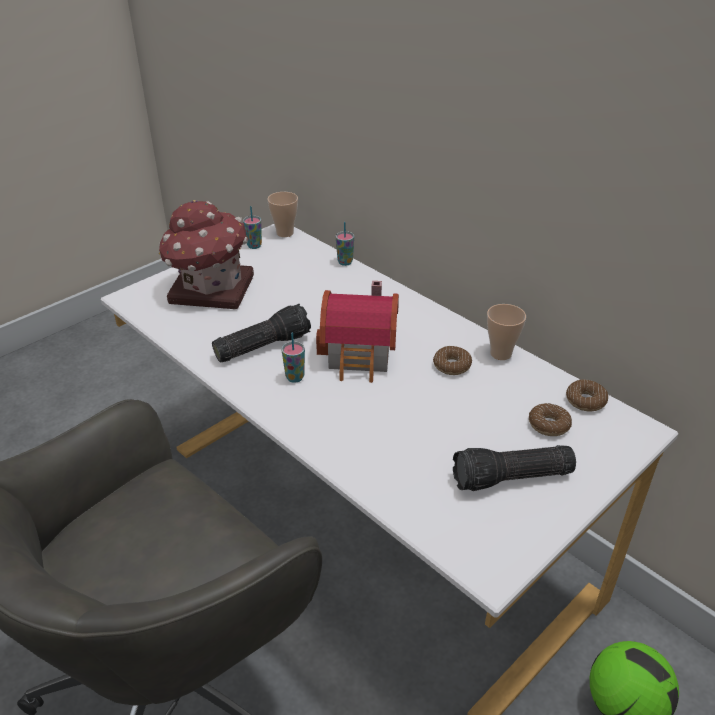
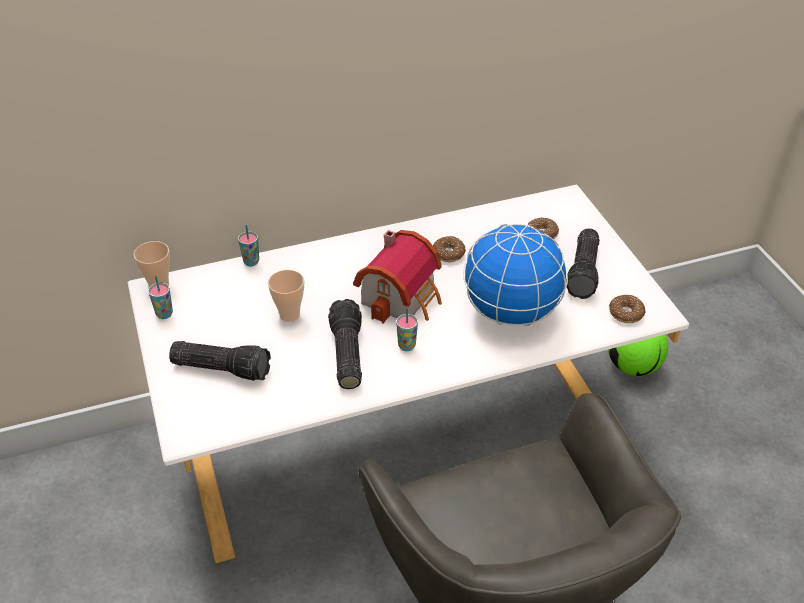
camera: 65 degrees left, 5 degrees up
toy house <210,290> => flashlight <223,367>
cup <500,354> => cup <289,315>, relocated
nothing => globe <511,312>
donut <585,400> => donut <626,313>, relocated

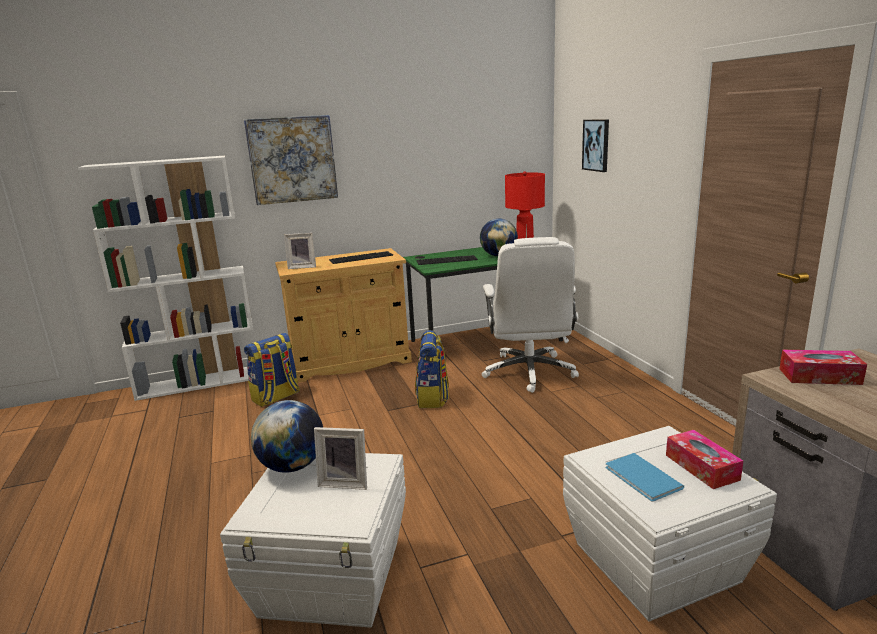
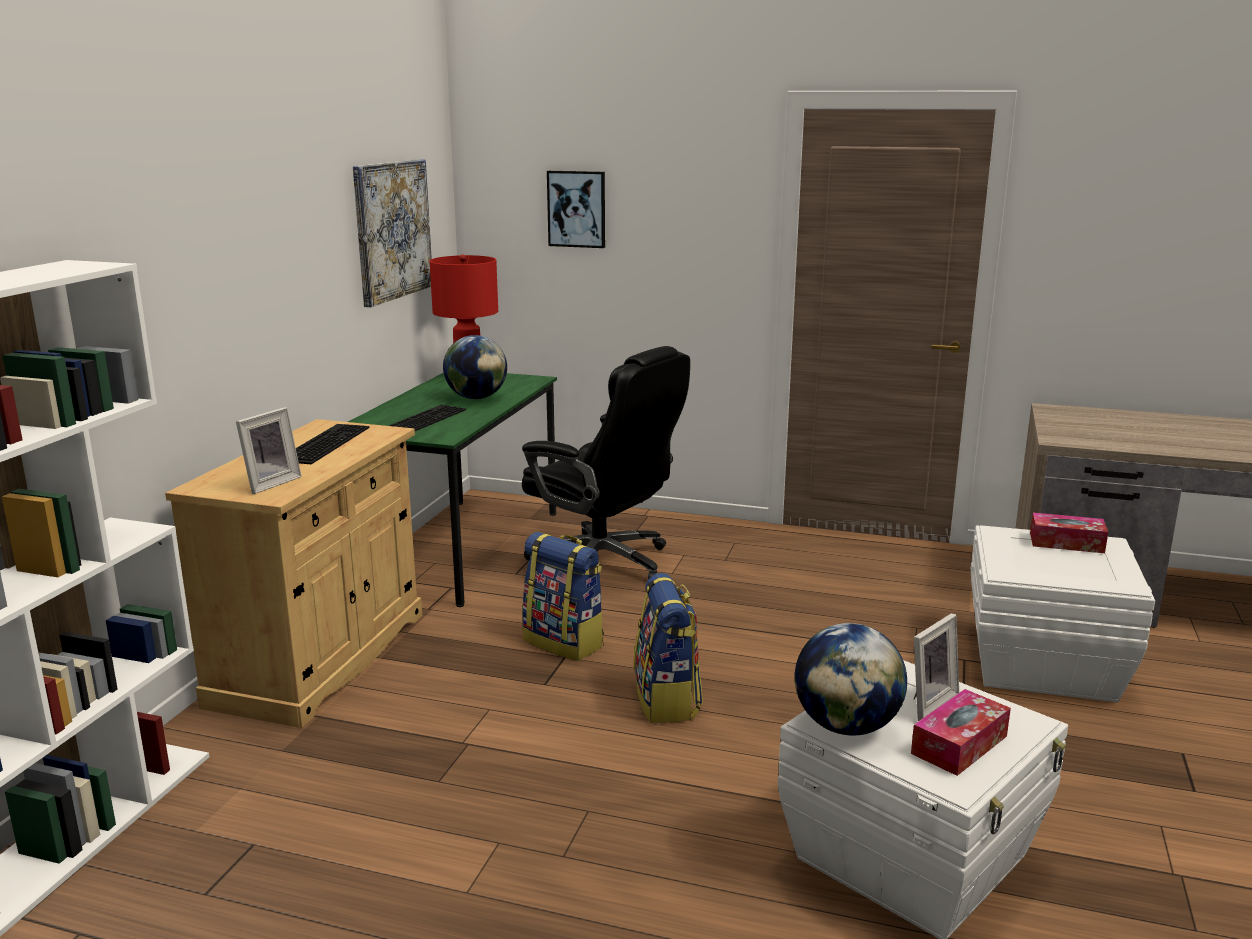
camera: 55 degrees left, 0 degrees up
picture <292,159> => picture <392,230>, relocated
office chair (white) <529,372> => office chair (black) <603,563>
backpack <276,397> => backpack <667,701>, relocated
tissue box <819,376> => tissue box <959,745>, relocated
book (blue) <642,479> => nothing

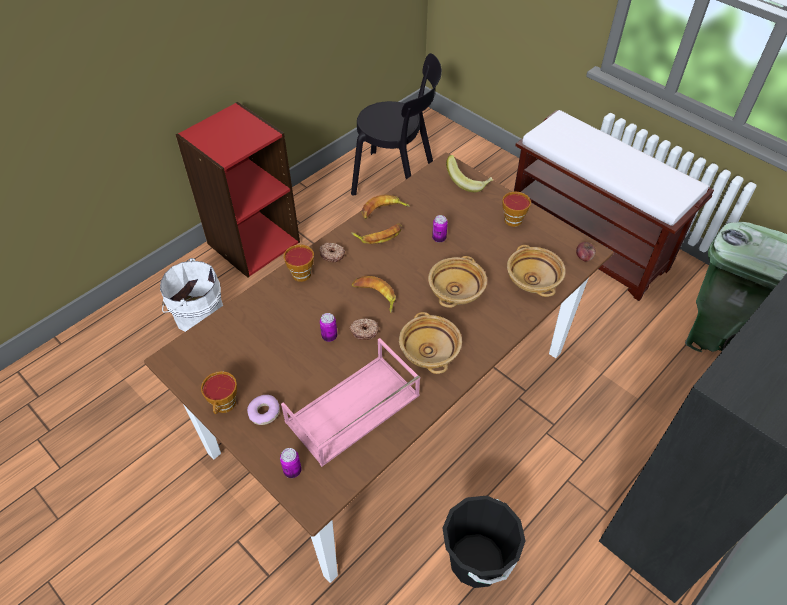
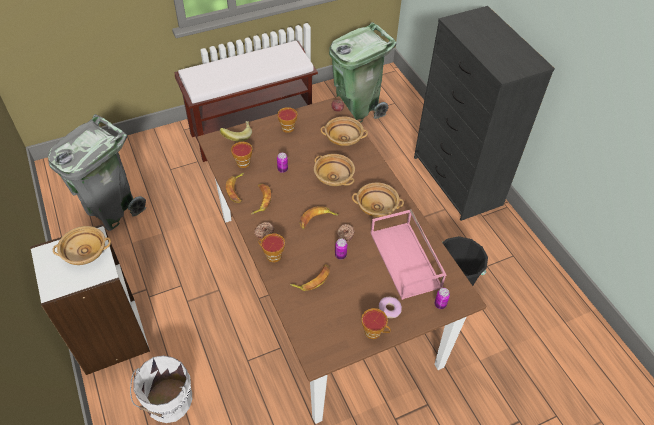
camera: 70 degrees left, 0 degrees up
bookcase (red) <253,242> => bookcase (white) <110,336>
chair (black) <397,180> => trash can (grey) <111,210>
nothing => bowl (beige) <85,253>
nothing => cup <243,161>
nothing => banana <312,280>

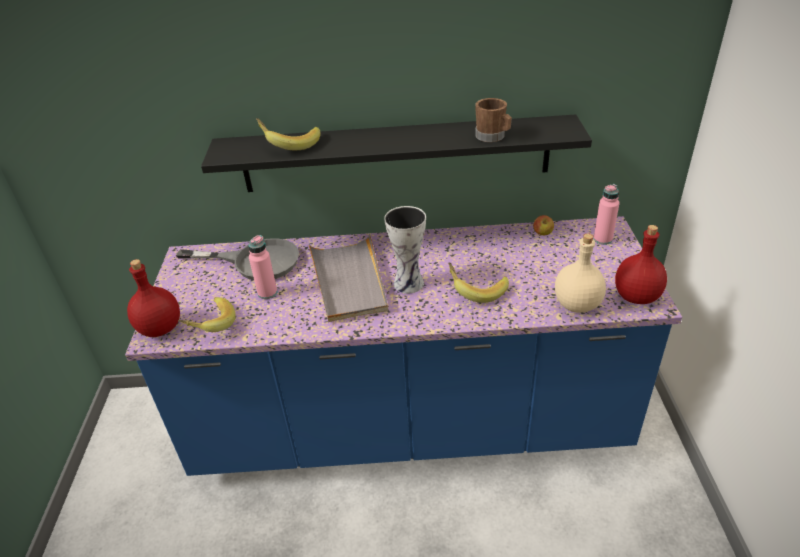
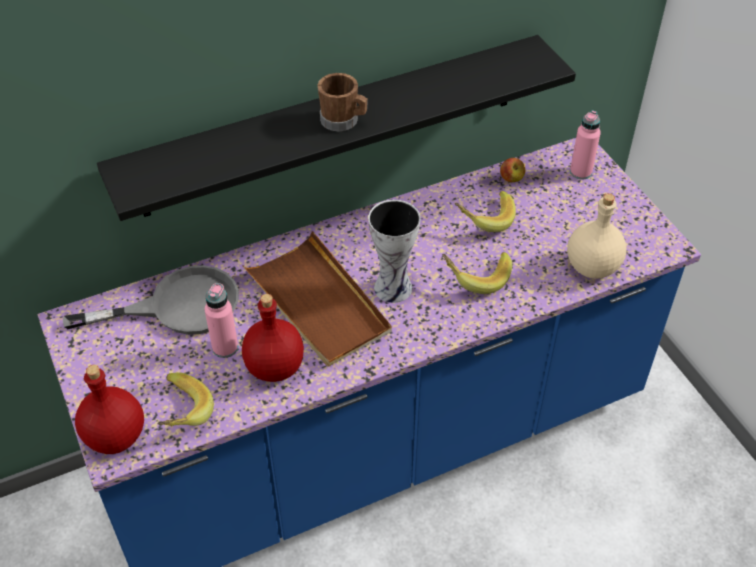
camera: 25 degrees left, 10 degrees up
tray (grey) <349,281> => tray (brown) <318,303>
bottle (red) <637,296> => bottle (red) <275,366>, relocated
mug (brown) <493,137> => mug (brown) <343,121>, relocated
banana <290,144> => banana <483,219>, relocated

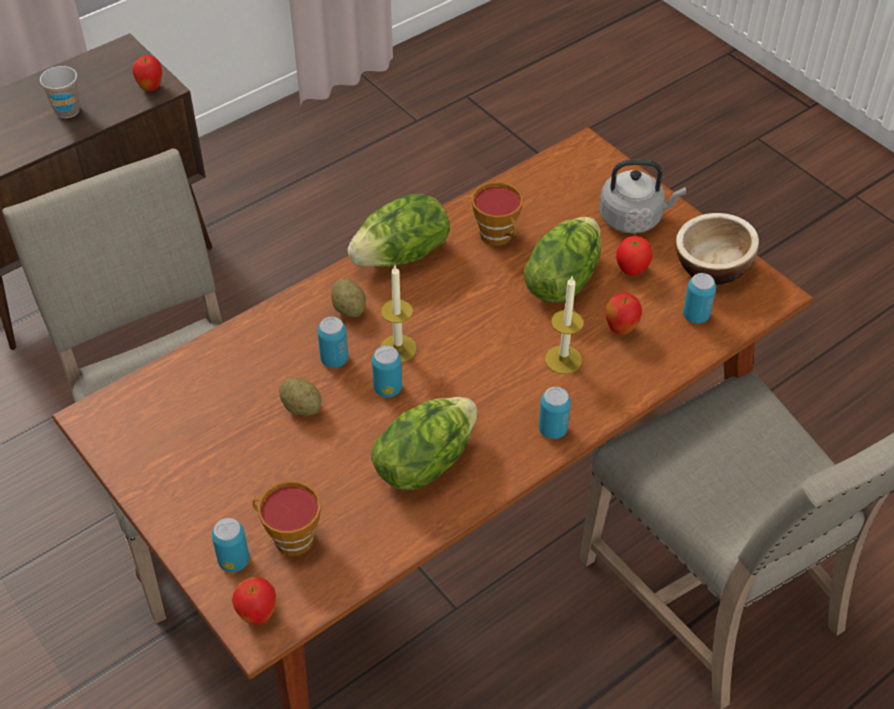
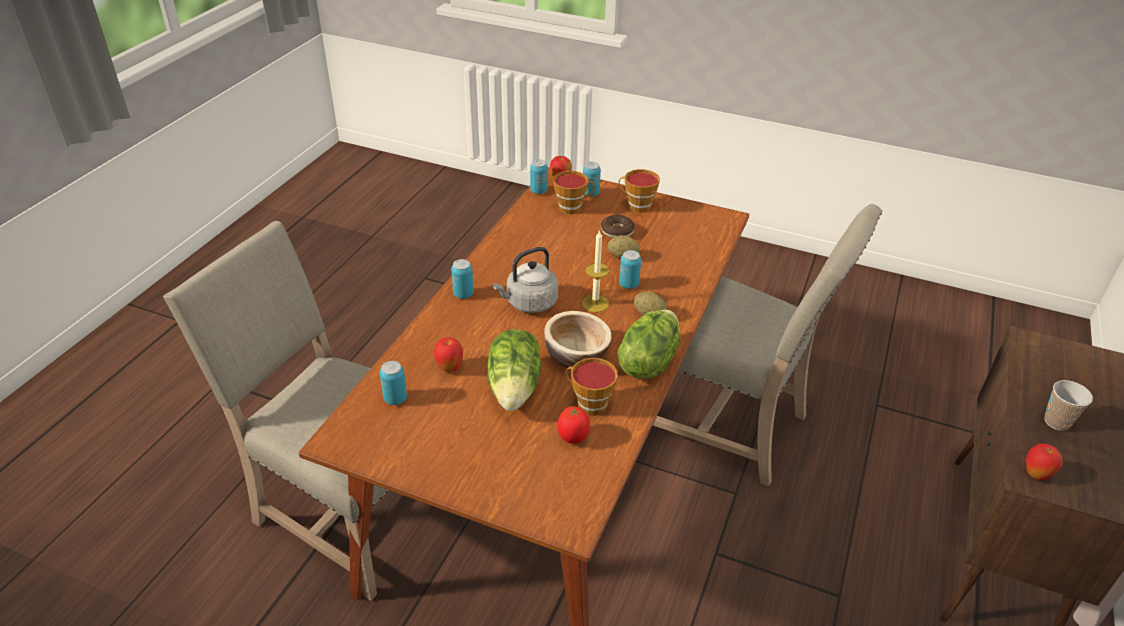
camera: 150 degrees right, 10 degrees down
kettle (grey) <634,218> => kettle (grey) <529,303>, relocated
can <387,388> => can <538,191>, relocated
bowl <712,266> => bowl <576,355>, relocated
tomato <631,270> => tomato <573,438>, relocated
nothing => donut <617,232>
nothing => cup <636,206>
lettuce <424,461> => nothing
candle <563,359> => nothing

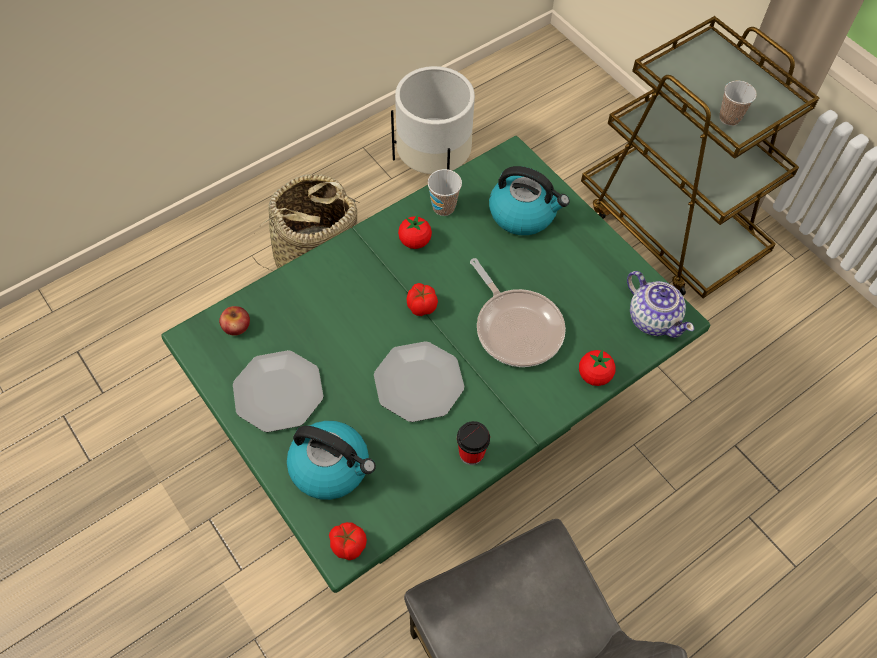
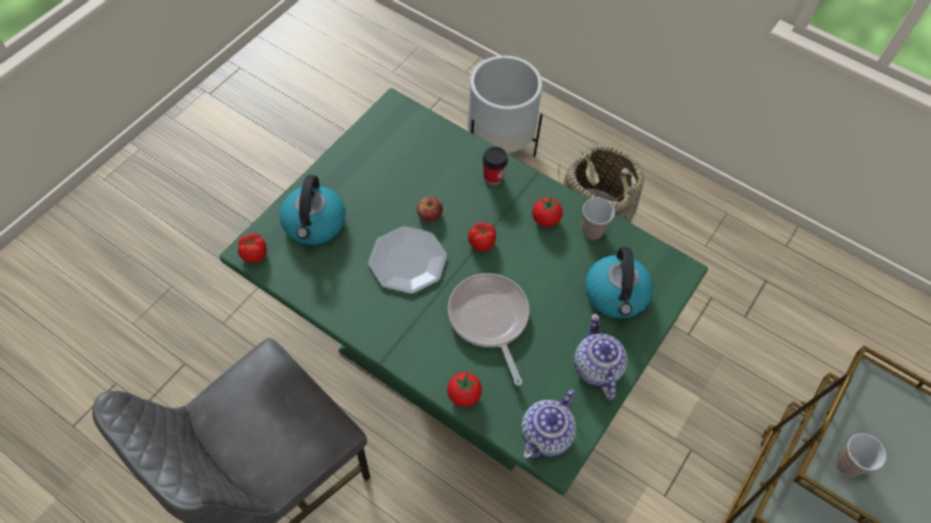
camera: 70 degrees right, 0 degrees up
apple <236,326> => apple <429,214>, relocated
frying pan <516,327> => frying pan <489,319>, 120 degrees clockwise
planter (white) <433,166> => planter (white) <499,144>, relocated
cup <471,453> => cup <493,177>, relocated
nothing => teapot <596,368>
plate <278,392> => nothing

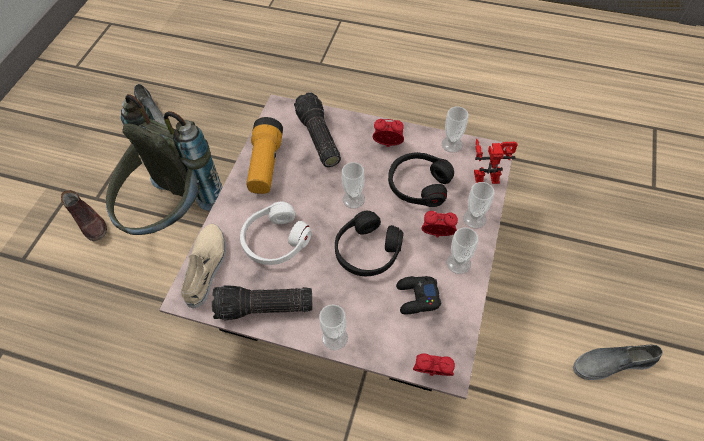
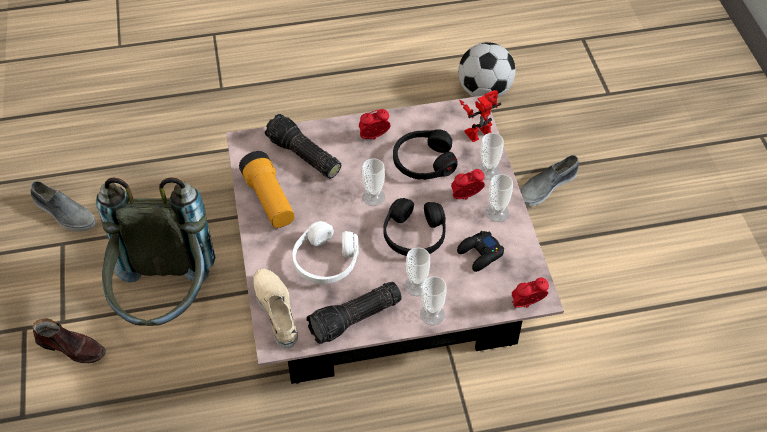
camera: 30 degrees left, 5 degrees down
cup <452,144> => cup <416,286>, relocated
nothing => football <484,91>
shoe (grey) <612,363> => shoe (grey) <546,186>, relocated

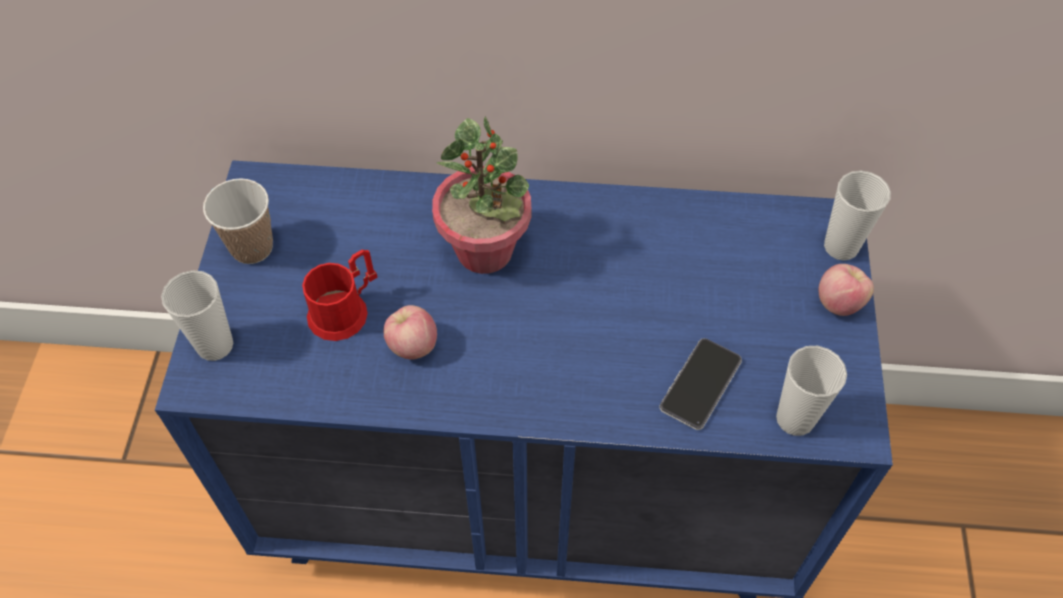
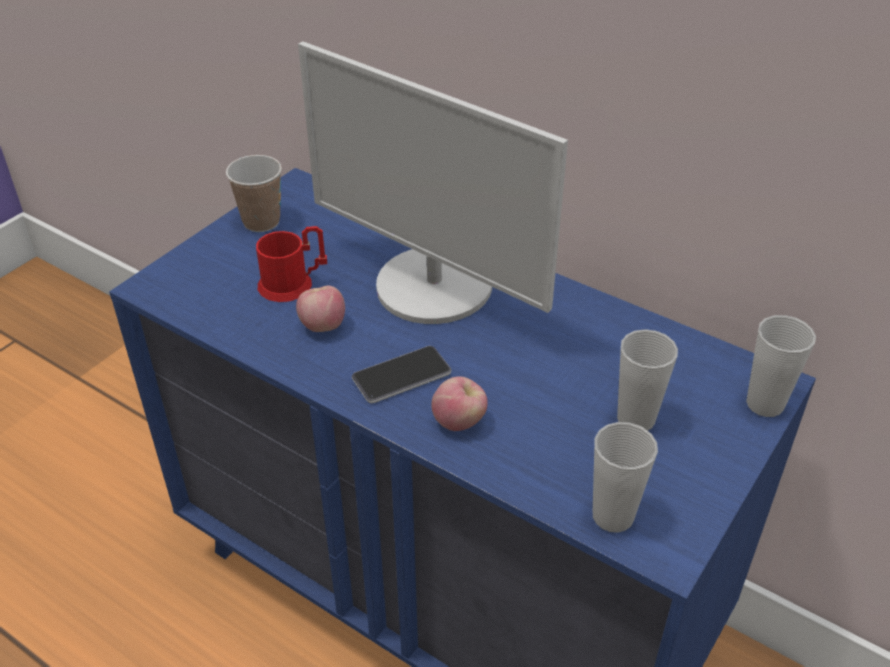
camera: 30 degrees right, 15 degrees down
potted plant <485,250> => monitor <433,287>
phone <700,384> => phone <401,376>, relocated
apple <839,303> => apple <459,422>, relocated
cup <215,345> => cup <635,419>, relocated

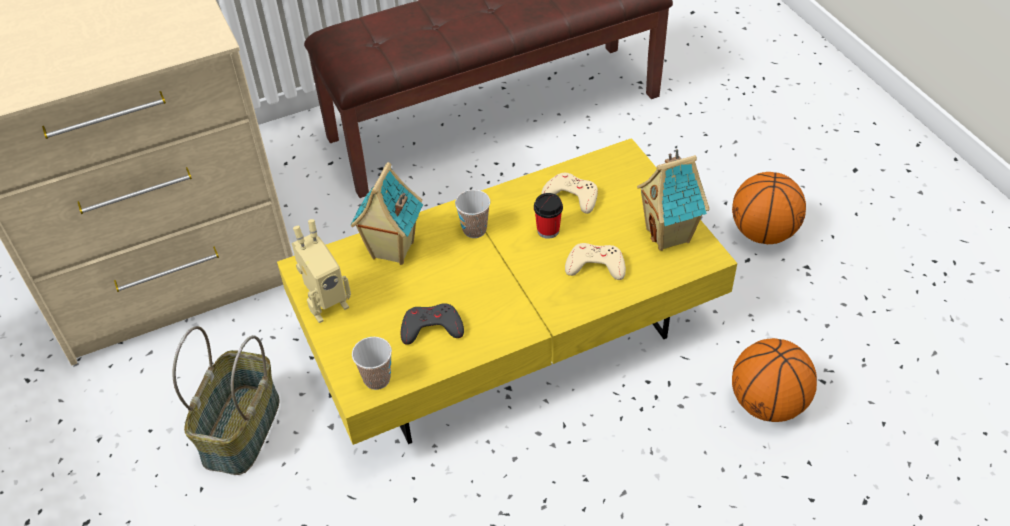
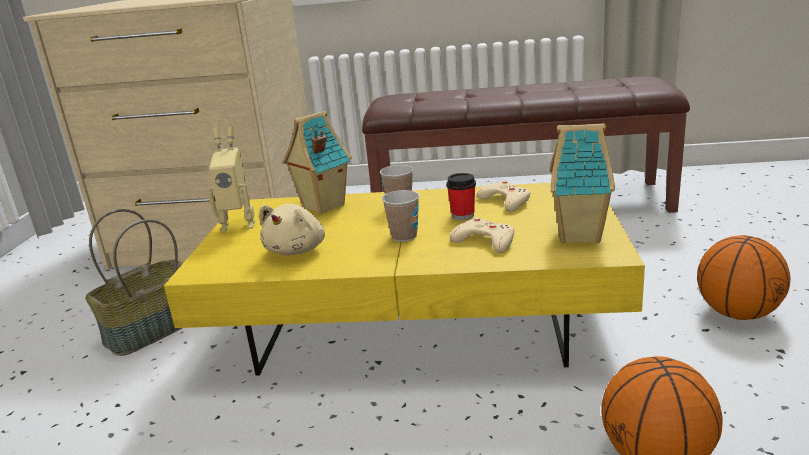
camera: 30 degrees right, 25 degrees down
game controller (grey) <431,328> => plush toy (beige) <297,250>
cup <377,379> => cup <404,236>, relocated

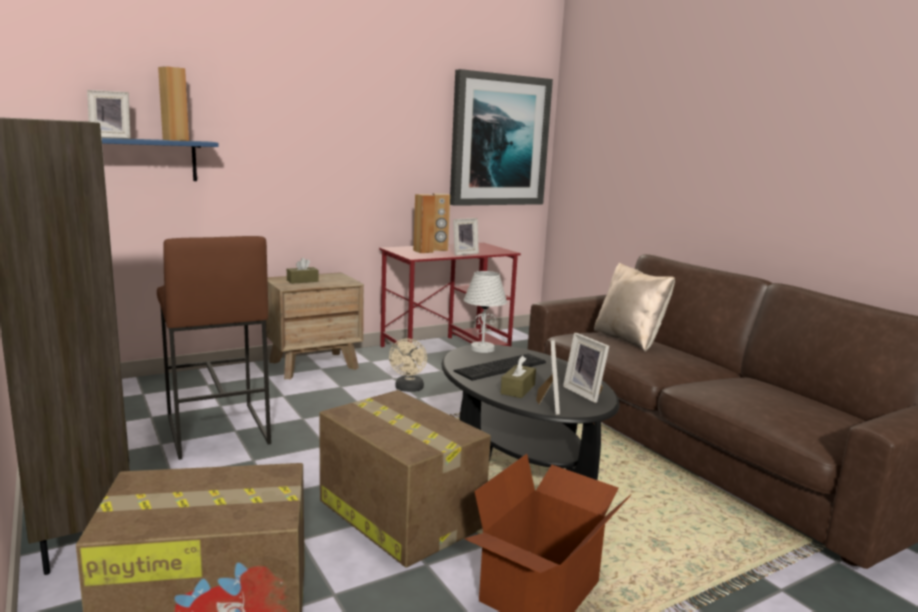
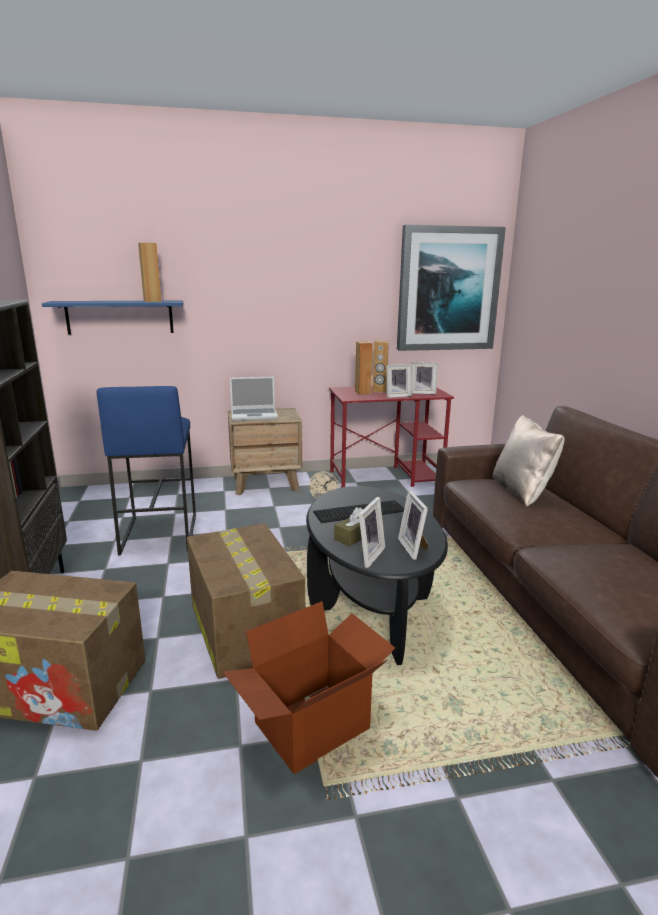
camera: 20 degrees right, 5 degrees up
stool (brown) <216,430> => stool (blue) <158,533>
tissue box (brown) <302,281> => laptop <254,415>
picture frame <111,138> => picture frame <422,392>, relocated
table lamp (white) <482,348> => nothing

